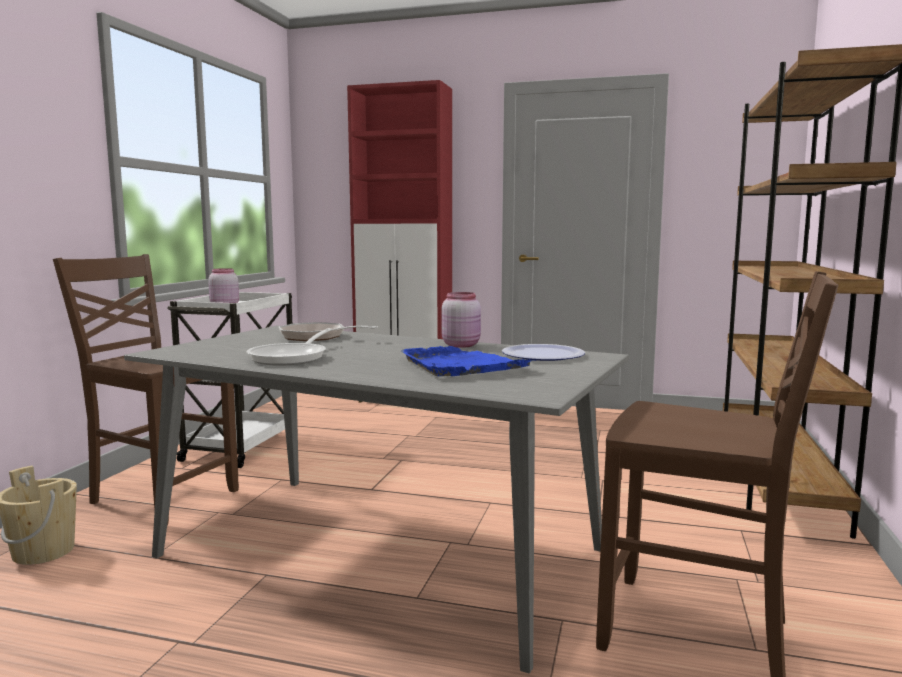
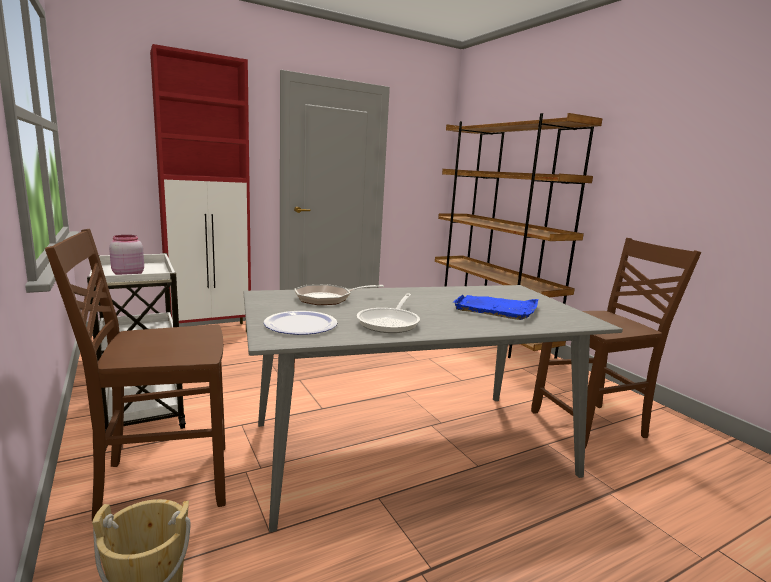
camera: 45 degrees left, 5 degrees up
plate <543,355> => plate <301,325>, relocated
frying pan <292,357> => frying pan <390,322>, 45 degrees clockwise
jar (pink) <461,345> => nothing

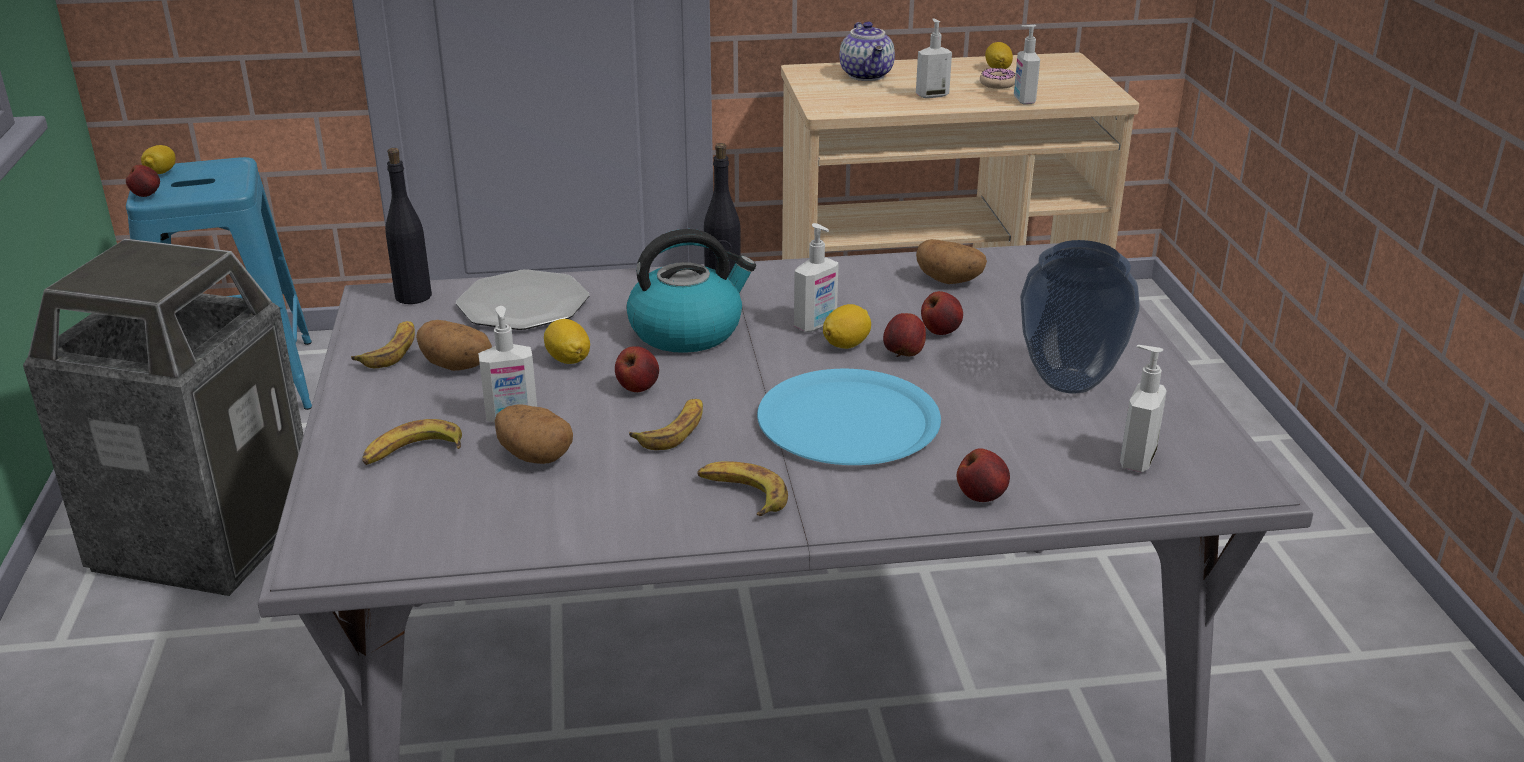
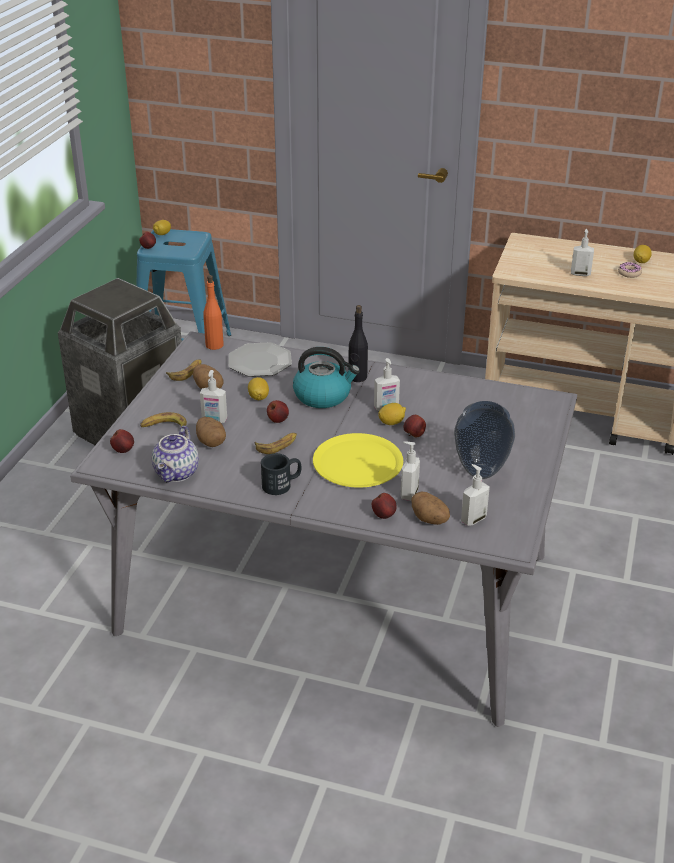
camera: 25 degrees right, 5 degrees up
apple <940,331> => apple <123,450>, relocated
teapot <867,75> => teapot <177,473>, relocated
bottle (black) <413,296> => bottle (orange) <214,345>
banana <742,495> => mug (black) <282,484>
plate (blue) <849,421> => plate (yellow) <358,462>
soap dispenser <1023,100> => soap dispenser <408,493>, relocated
potato <949,281> => potato <430,519>, relocated

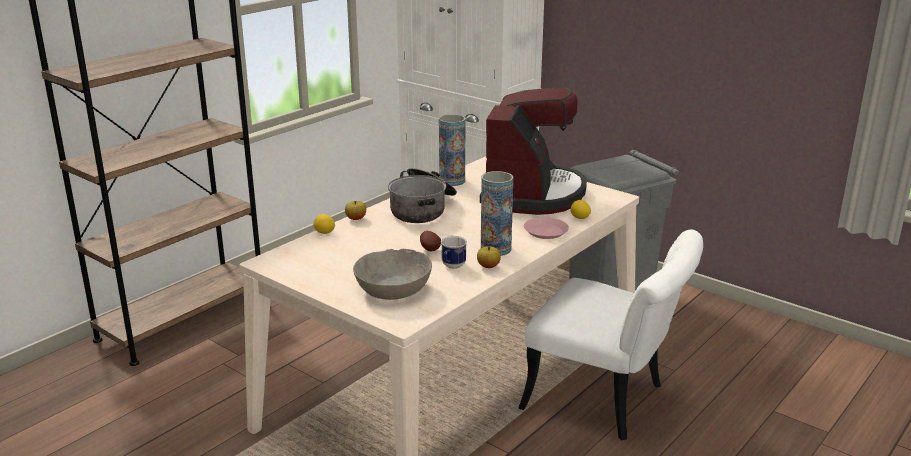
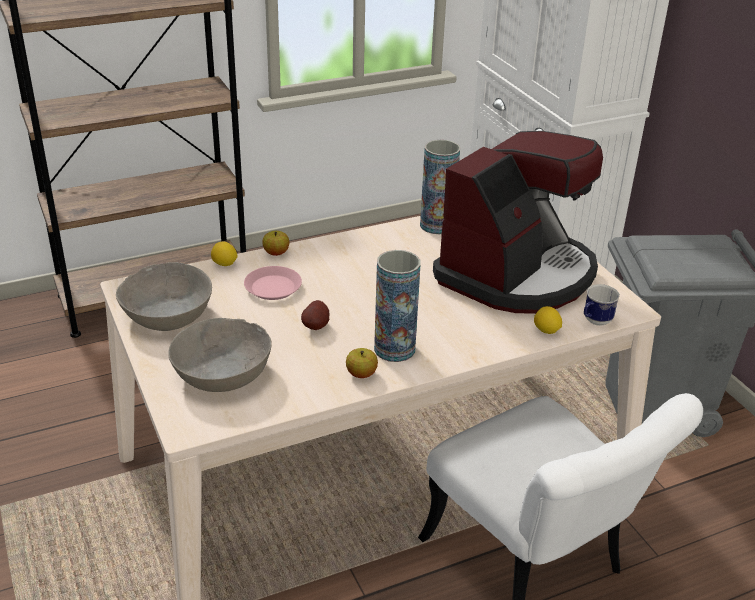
camera: 25 degrees right, 10 degrees up
nothing => bowl (grey) <167,315>
plate (pink) <546,232> => plate (pink) <273,288>, relocated
mug <452,267> => mug <594,322>, relocated
cooking pot <423,209> => nothing

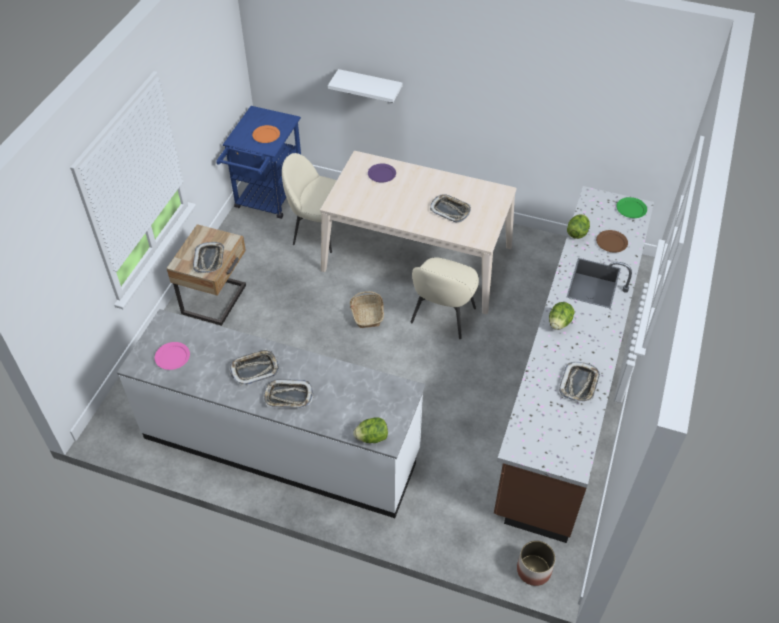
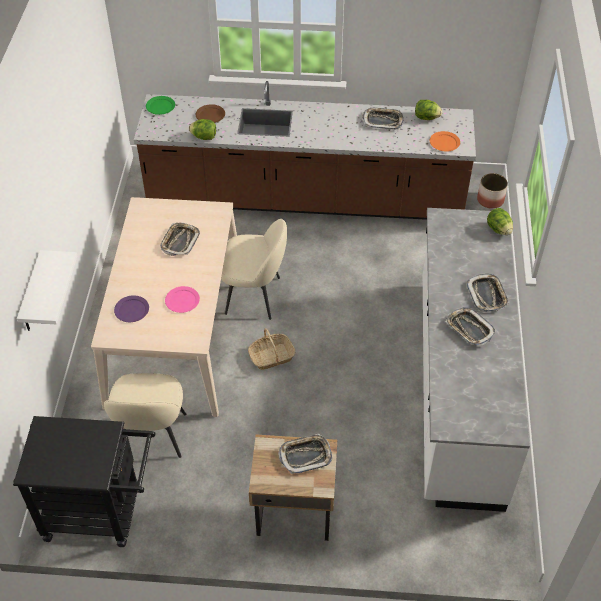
camera: 105 degrees left, 0 degrees up
cart (blue) <267,199> => cart (black) <101,512>
plate (pink) <172,357> => plate (pink) <182,300>, relocated
lettuce <559,323> => lettuce <426,117>, relocated
plate (orange) <266,135> => plate (orange) <444,143>, relocated

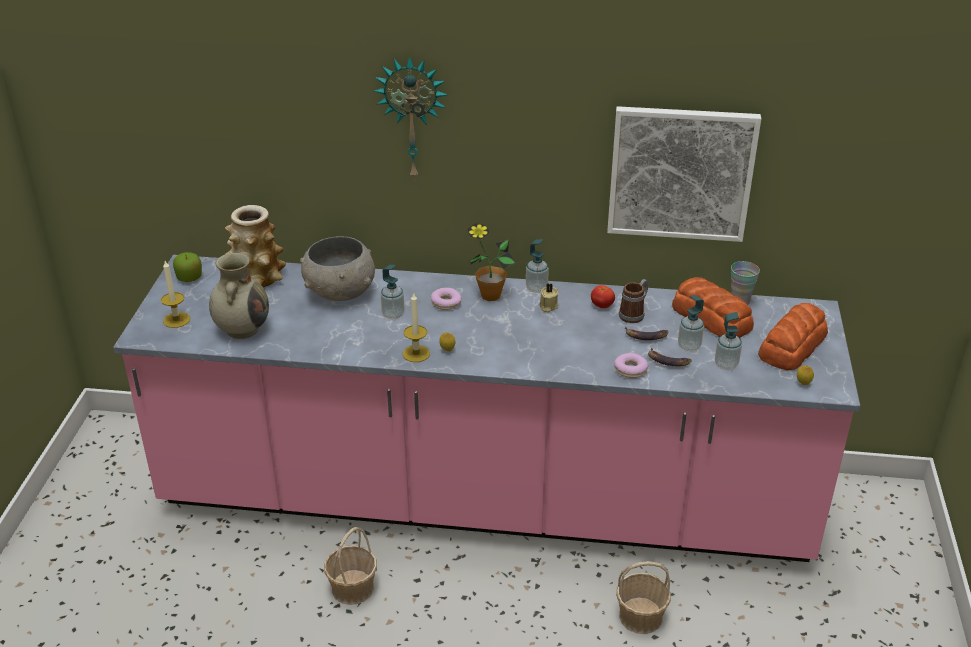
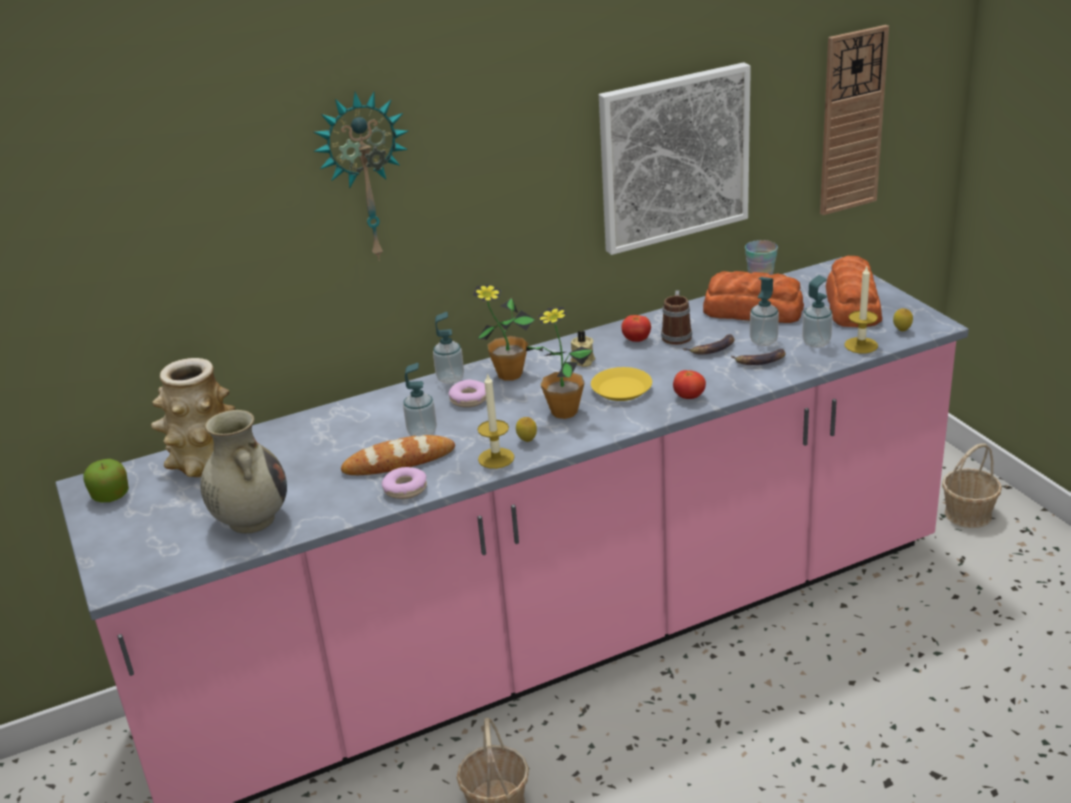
camera: 30 degrees left, 5 degrees down
nothing => bread <399,461>
donut <630,370> => donut <405,489>, relocated
soap dispenser <536,288> => soap dispenser <450,378>, relocated
nothing => potted plant <564,412>
nothing => plate (yellow) <622,389>
nothing => tomato <689,397>
nothing => wall clock <851,121>
candle <176,320> => candle <861,345>, relocated
basket <641,616> => basket <968,514>, relocated
bowl (grey) <340,292> => nothing

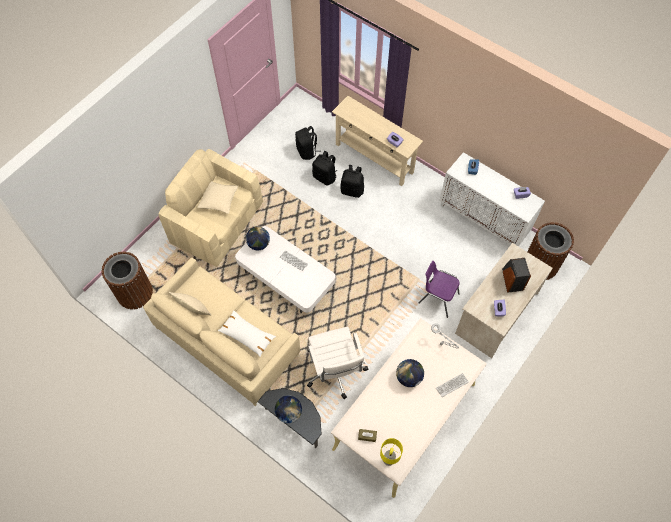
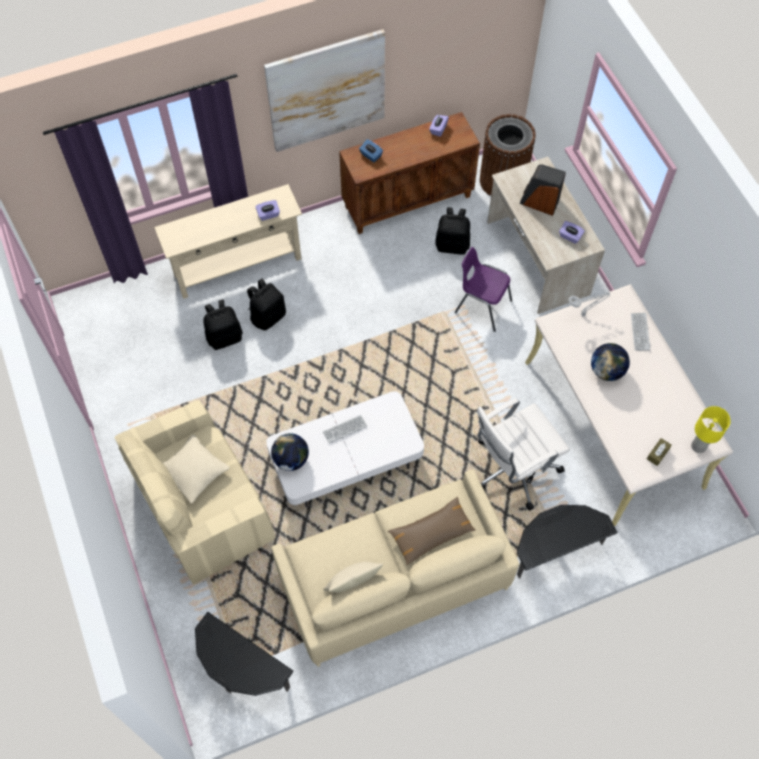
camera: 60 degrees left, 0 degrees up
trash can (brown) <135,293> => side table <242,672>
nothing => picture <326,91>
cabinet (white) <484,219> => cabinet (brown) <408,200>
pillow (white) <247,335> => pillow (brown) <431,533>
backpack (black) <307,151> => backpack (black) <452,245>, relocated
chair (purple) <437,298> => chair (purple) <481,306>, 60 degrees clockwise
office chair (white) <335,371> => office chair (white) <512,469>, 135 degrees clockwise
globe <289,413> => nothing

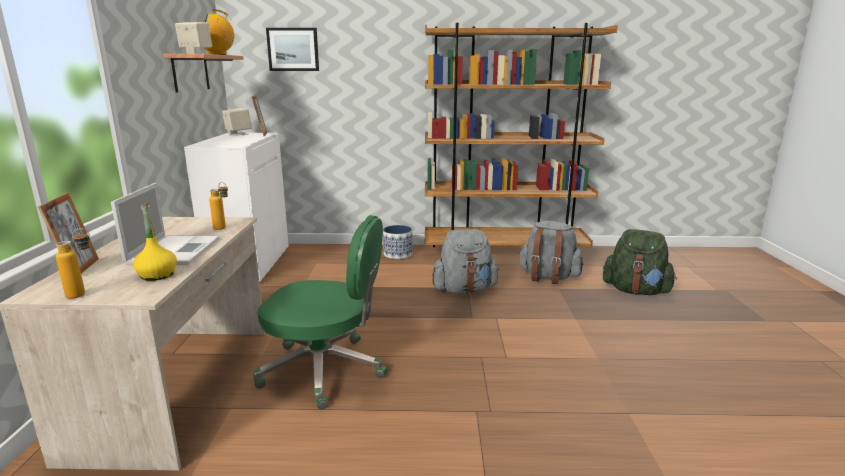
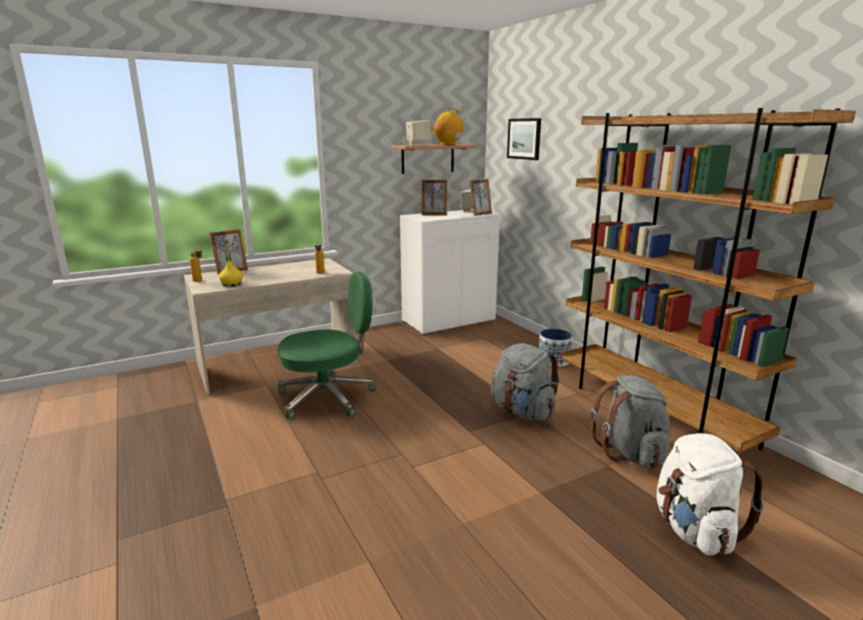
camera: 60 degrees right, 0 degrees up
office chair (green) <325,370> => office chair (green) <328,397>, 90 degrees counterclockwise
nothing => picture frame <434,214>
backpack (green) <635,291> => backpack (white) <694,530>
laptop <175,250> => nothing

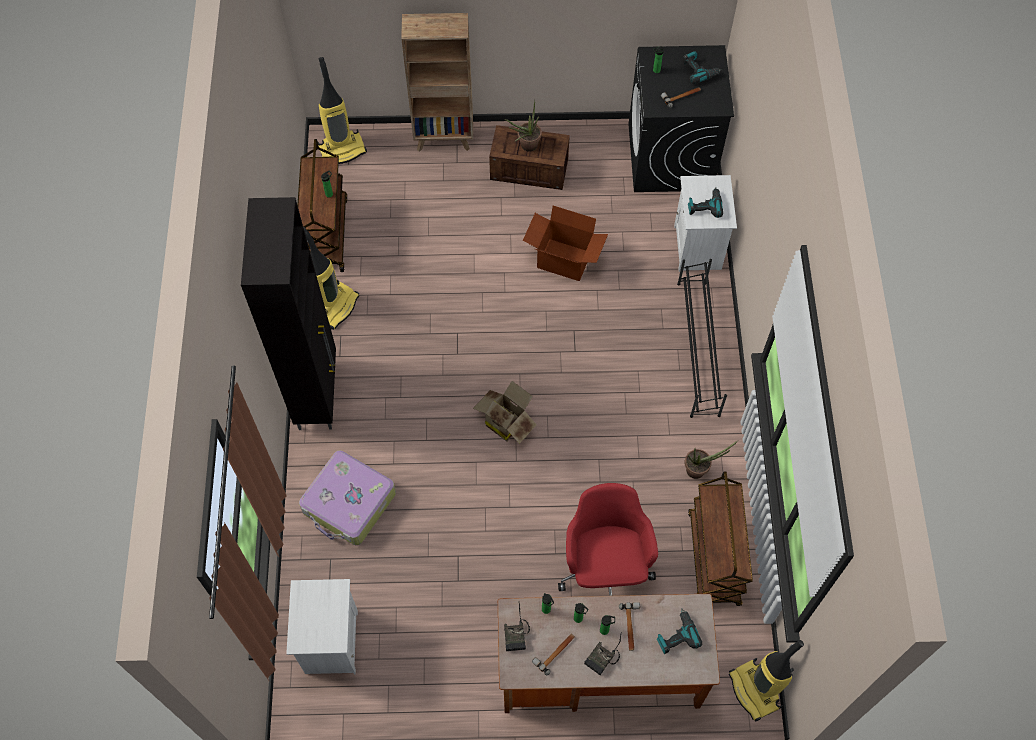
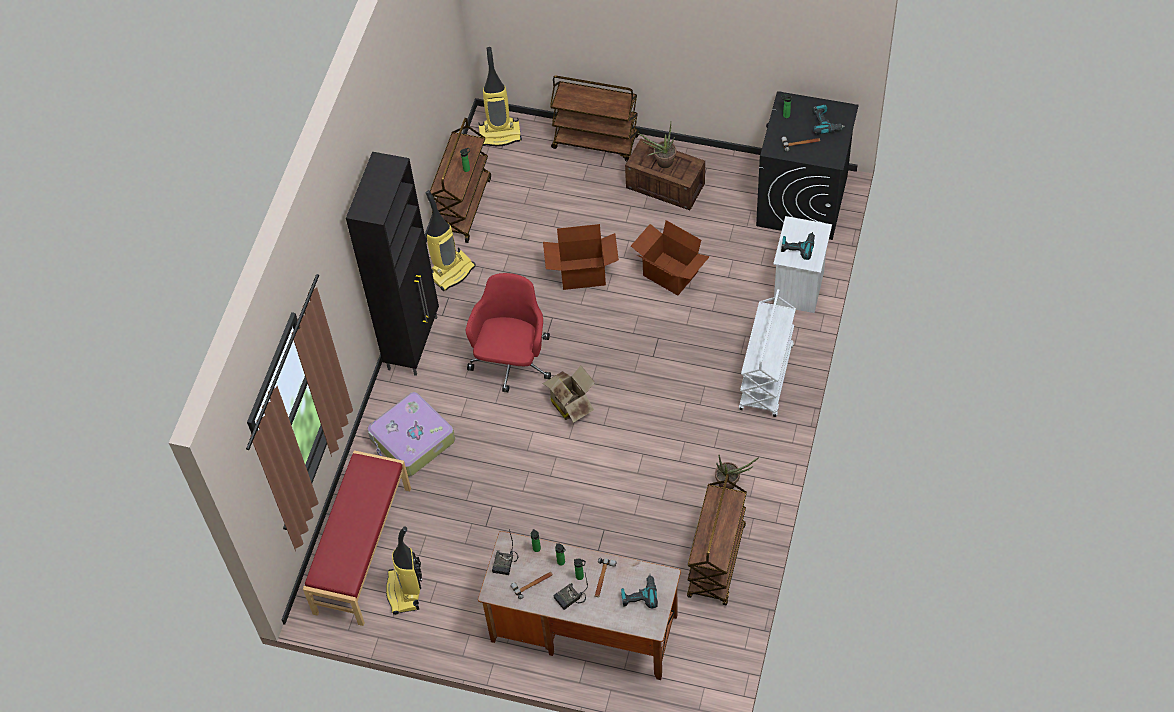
camera: 20 degrees right, 5 degrees down
nightstand (white) <330,642> => bench (red) <361,550>
vacuum cleaner <755,690> => vacuum cleaner <405,591>, relocated
office chair (red) <605,567> => office chair (red) <512,361>, relocated
nothing => cardboard box <582,274>
bookcase (brown) <444,138> => cart (brown) <596,142>
shoe rack (black) <697,348> => cart (white) <766,378>

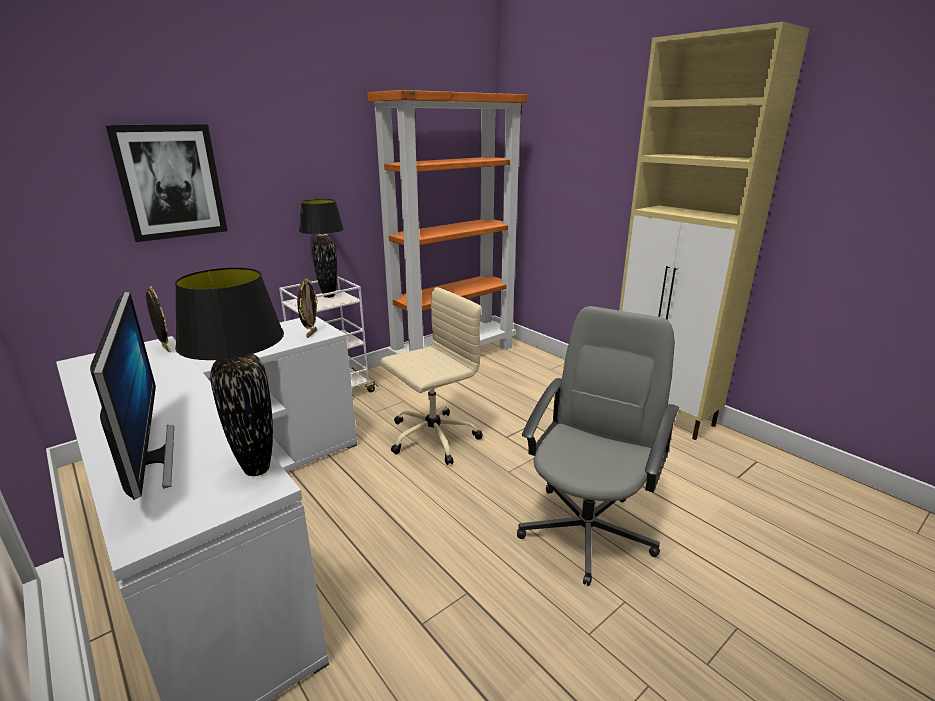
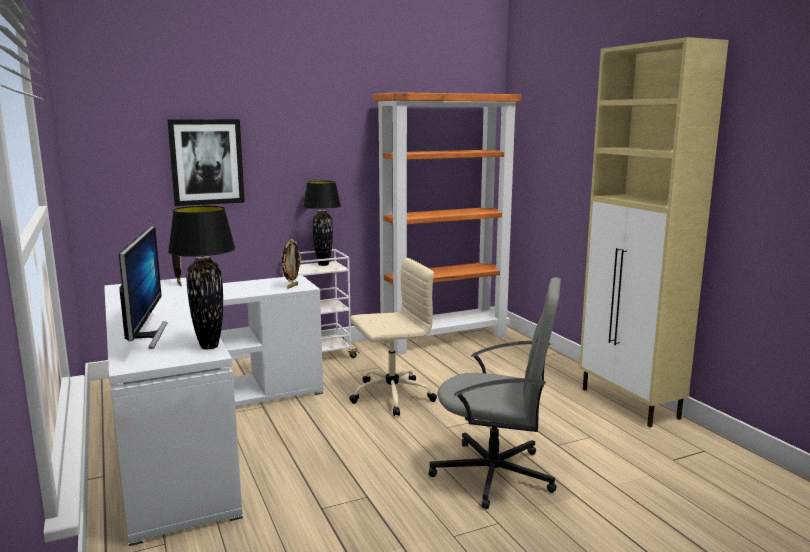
camera: 15 degrees right, 10 degrees down
office chair (grey) <587,529> => office chair (grey) <495,474>, 60 degrees clockwise

